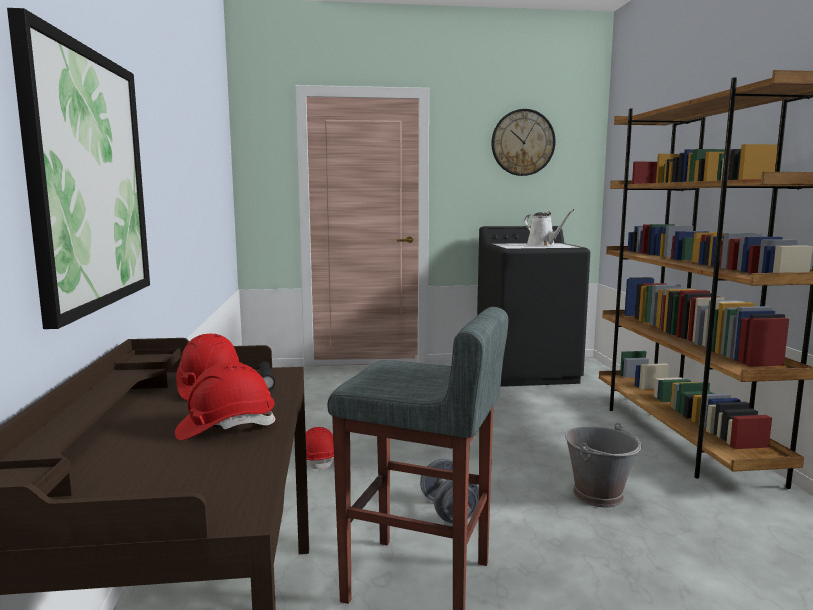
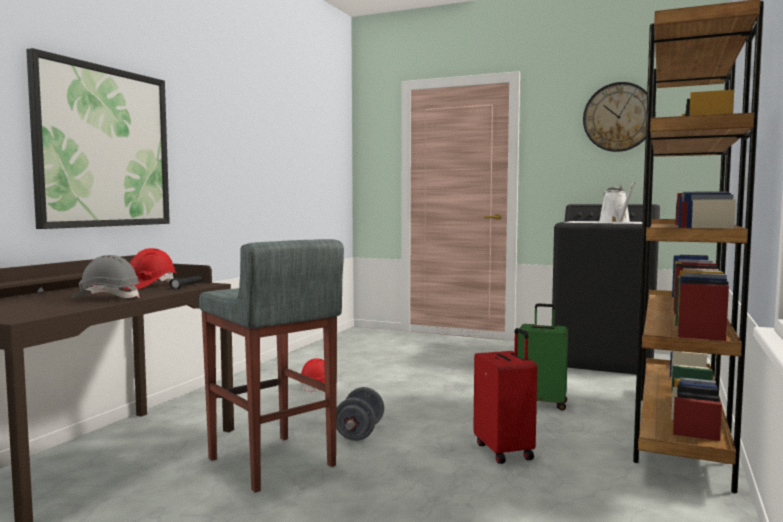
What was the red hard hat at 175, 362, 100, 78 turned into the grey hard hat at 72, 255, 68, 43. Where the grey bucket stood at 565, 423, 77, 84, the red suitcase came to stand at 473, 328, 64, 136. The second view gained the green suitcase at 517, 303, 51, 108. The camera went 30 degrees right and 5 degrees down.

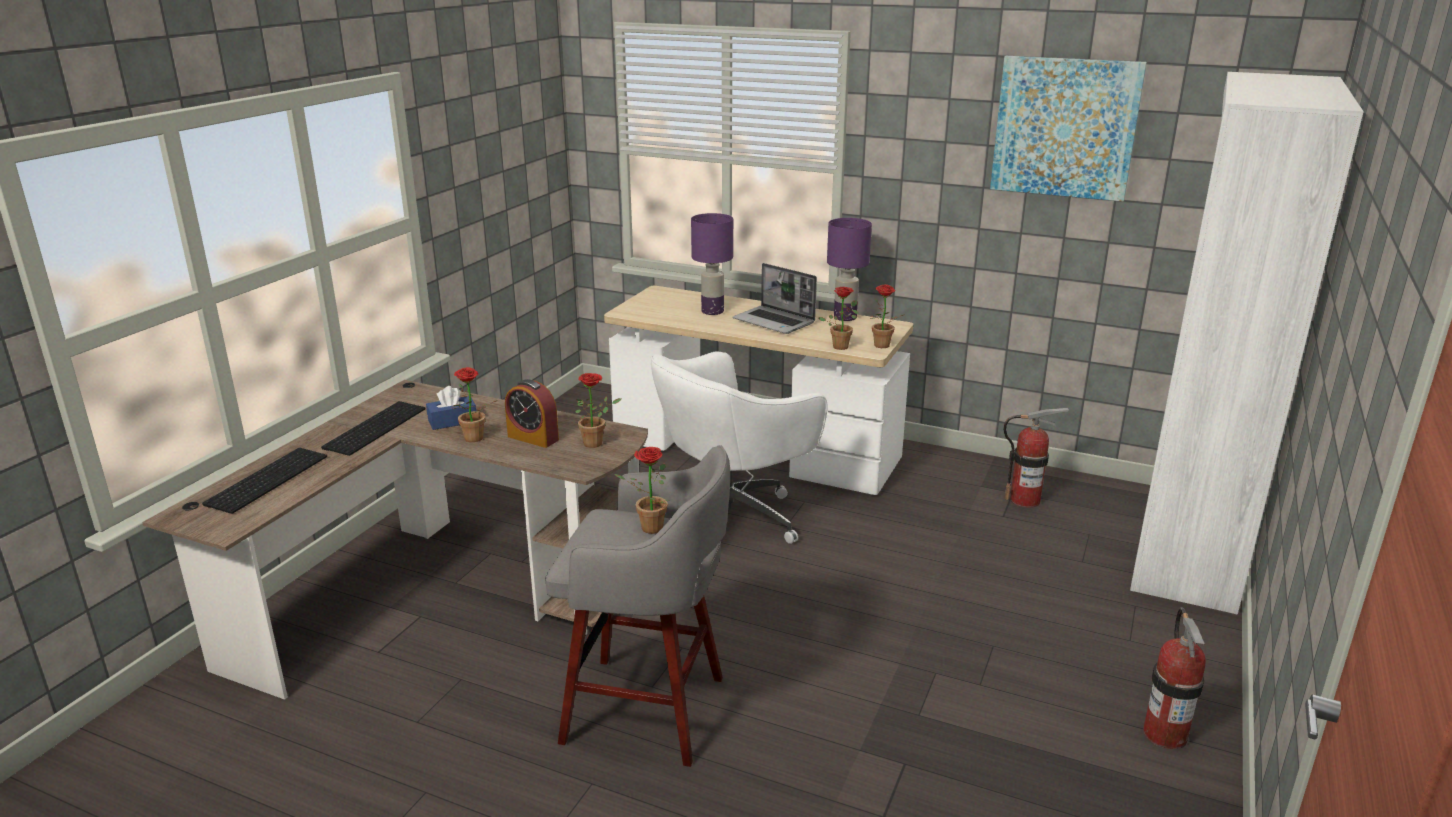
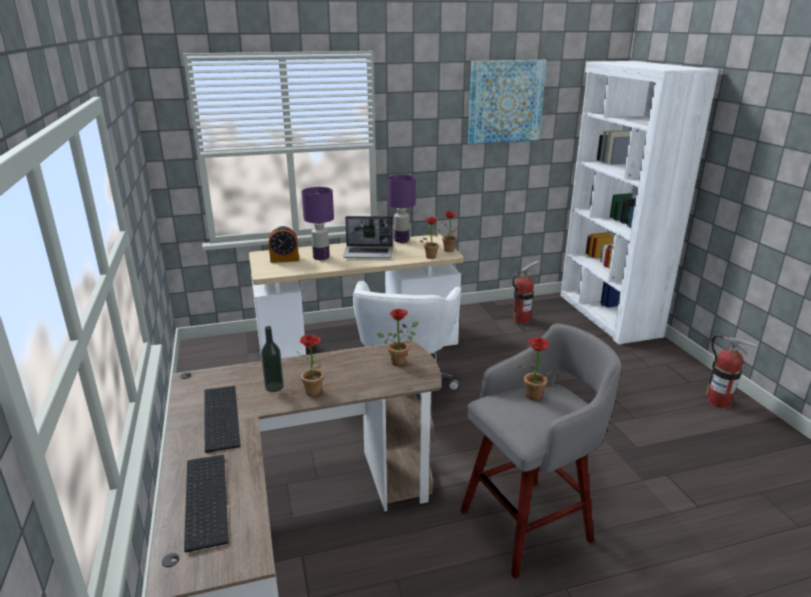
The alarm clock ended up elsewhere, having gone from 505, 379, 54, 69 to 269, 226, 30, 37. Where the blue tissue box stood at 426, 386, 50, 44, the bottle came to stand at 261, 326, 23, 66. The camera went 40 degrees left and 0 degrees up.

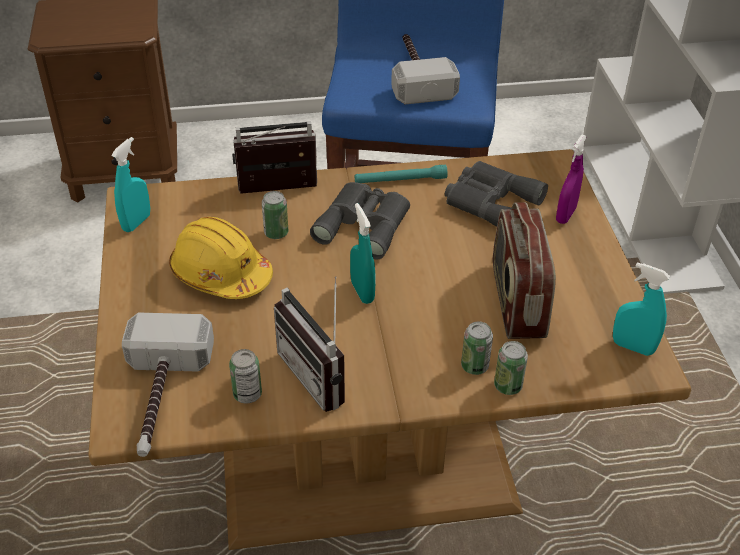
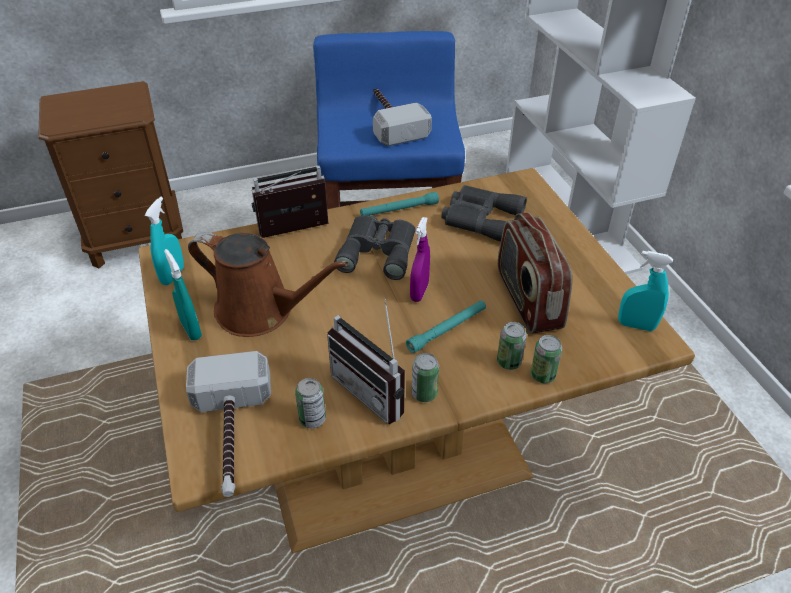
The purple spray bottle ended up elsewhere, having gone from 556, 135, 31, 89 to 410, 217, 20, 85. The can ended up elsewhere, having gone from 262, 191, 26, 48 to 412, 353, 27, 49. The turquoise spray bottle ended up elsewhere, having gone from 350, 203, 25, 101 to 164, 249, 38, 91. Where the yellow hard hat stood at 169, 217, 104, 82, the brown watering can came to stand at 188, 232, 160, 105. The second view gained the turquoise flashlight at 406, 300, 80, 53. The camera went 10 degrees left and 0 degrees up.

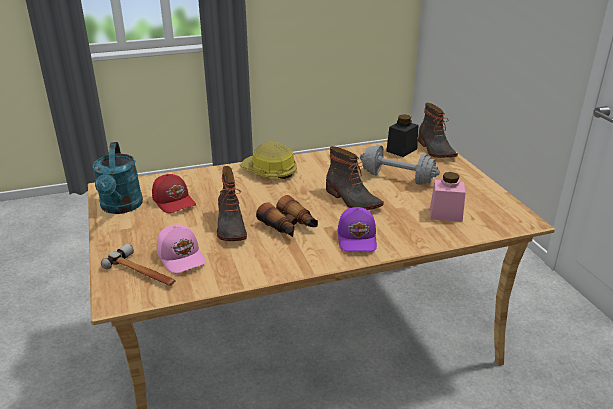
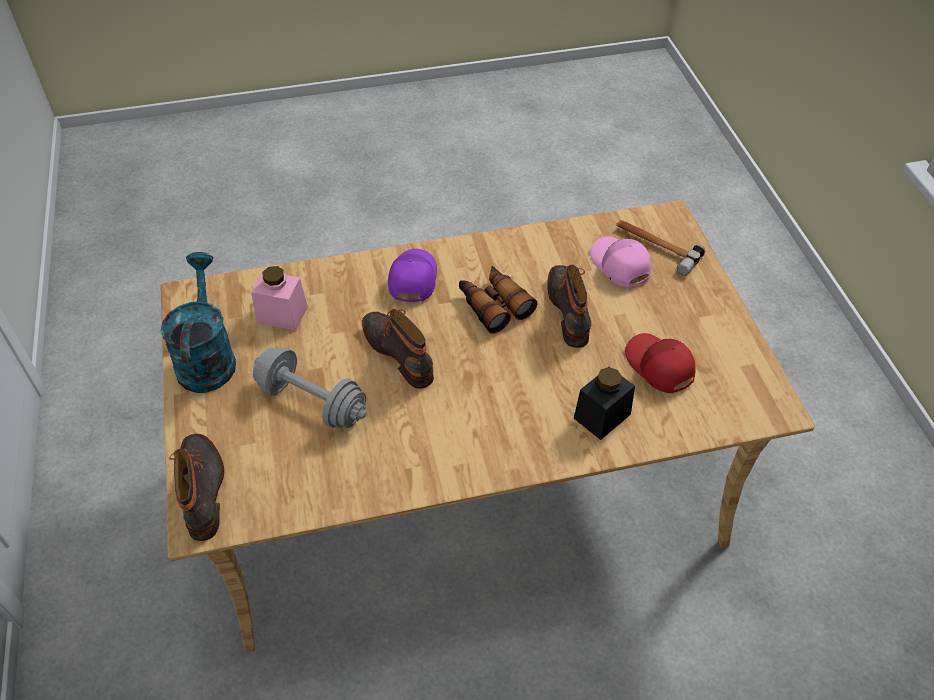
The black jar ended up elsewhere, having gone from 386, 114, 32, 43 to 574, 367, 61, 73. The turquoise watering can ended up elsewhere, having gone from 92, 142, 51, 72 to 161, 252, 75, 141. The second view lost the hard hat at 240, 142, 57, 37. The camera went 175 degrees left and 20 degrees up.

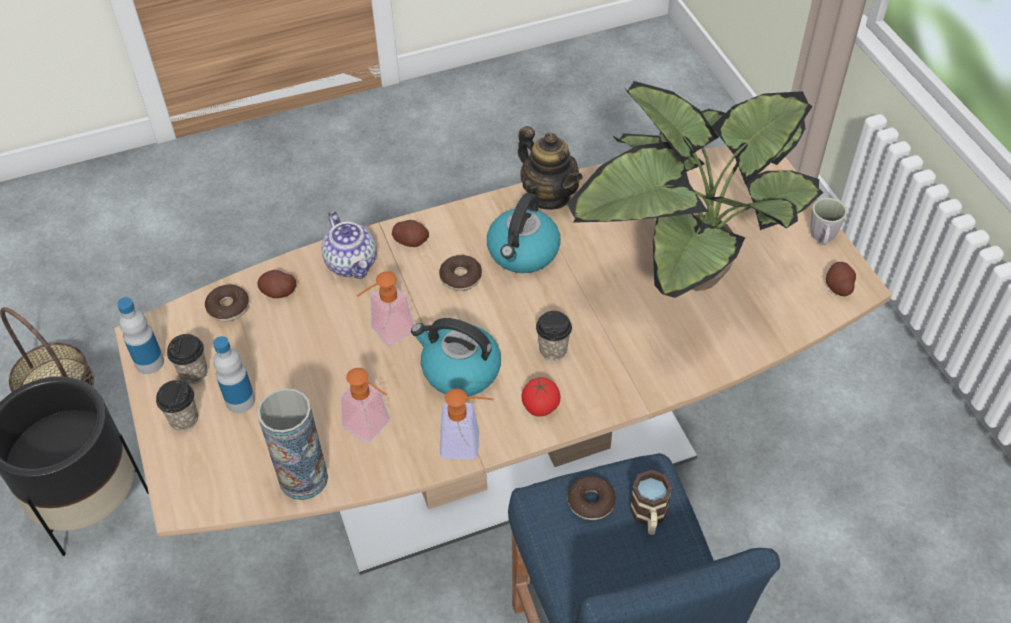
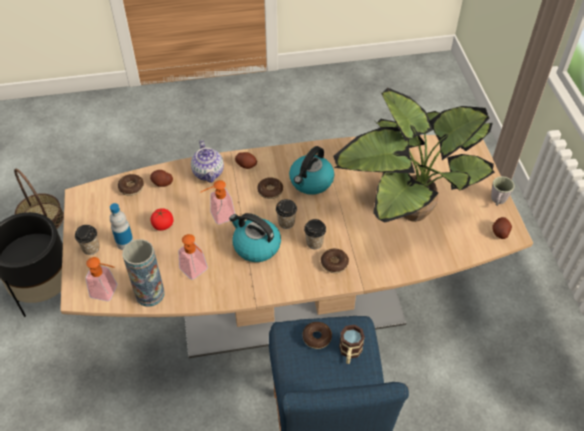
The second view lost the teapot at 518, 126, 65, 84. The second view lost the bottle at 117, 297, 47, 77. The cup ended up elsewhere, having gone from 167, 334, 41, 50 to 276, 199, 21, 30. The tomato ended up elsewhere, having gone from 521, 377, 39, 40 to 151, 208, 22, 23. The soap dispenser ended up elsewhere, having gone from 440, 388, 54, 71 to 86, 257, 31, 44. The second view gained the donut at 321, 249, 28, 24. The camera went 10 degrees right and 0 degrees up.

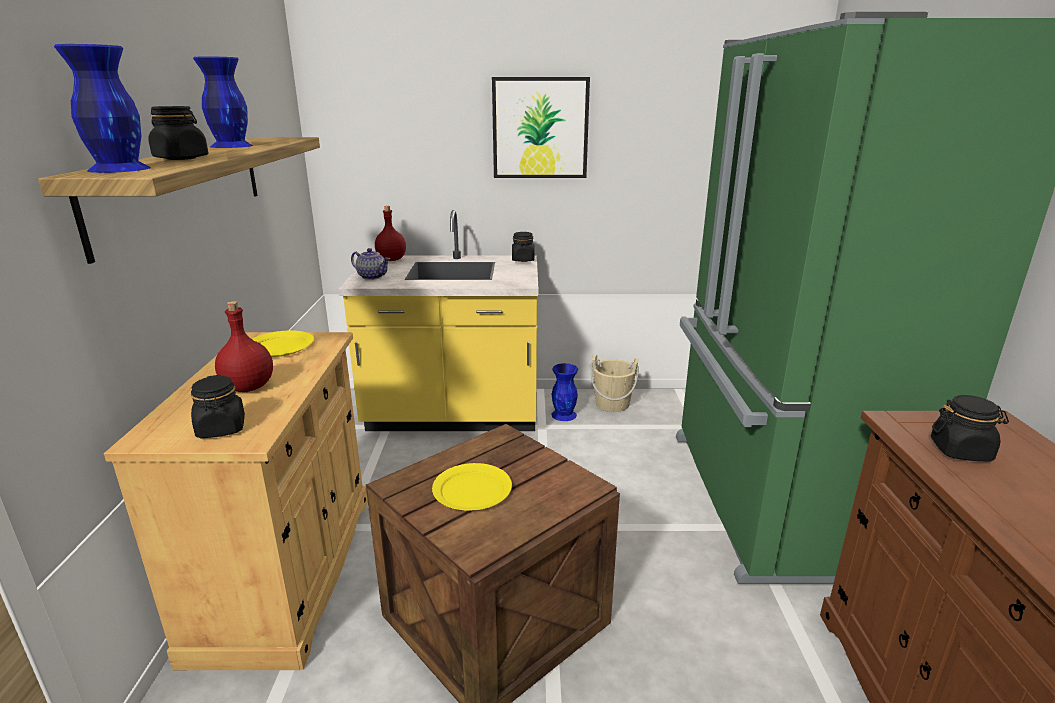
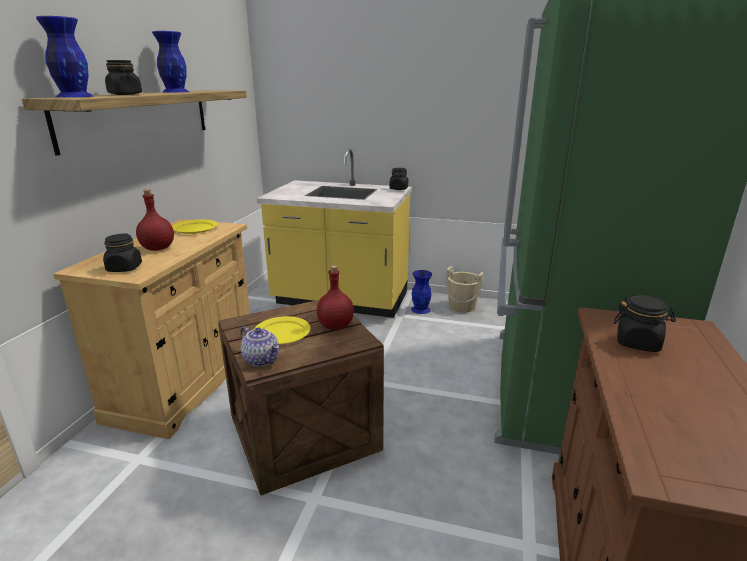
The second view lost the picture at 492, 77, 98, 101. The red bottle ended up elsewhere, having gone from 375, 206, 31, 55 to 317, 265, 37, 65. The teapot ended up elsewhere, having gone from 351, 248, 39, 32 to 241, 326, 38, 41. The camera went 15 degrees right and 0 degrees up.

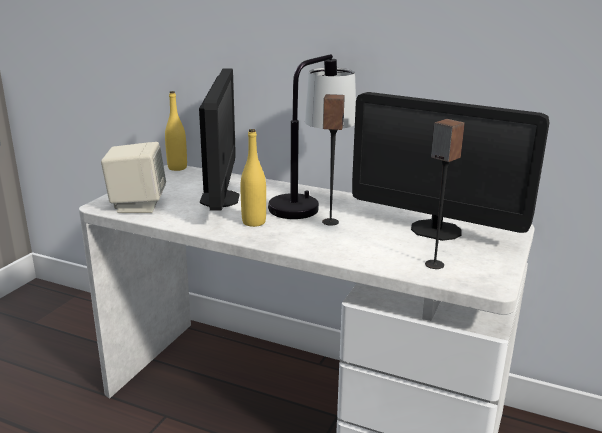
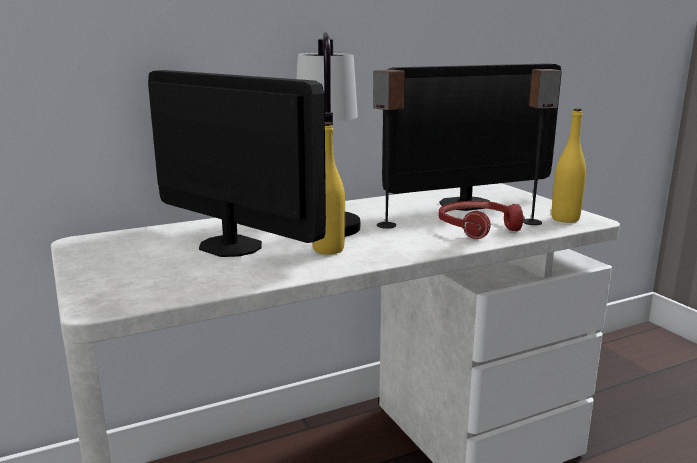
The yellow bottle ended up elsewhere, having gone from 165, 91, 22, 80 to 552, 108, 34, 115. The second view lost the beige speaker at 101, 142, 65, 71. The second view gained the red headphones at 438, 201, 87, 38. The camera went 50 degrees left and 5 degrees down.

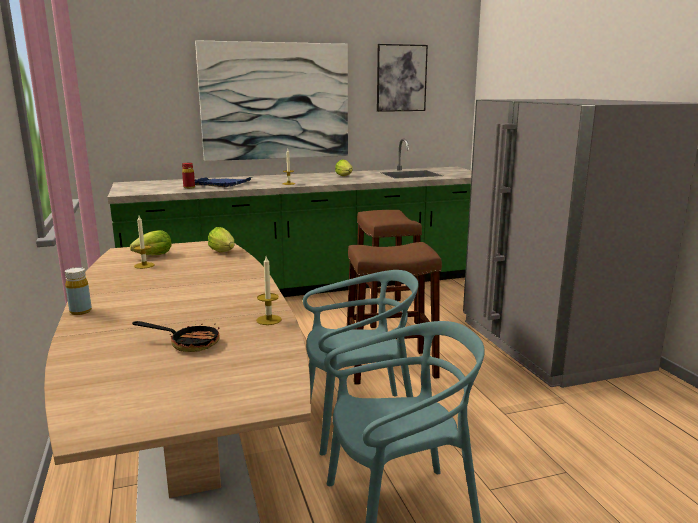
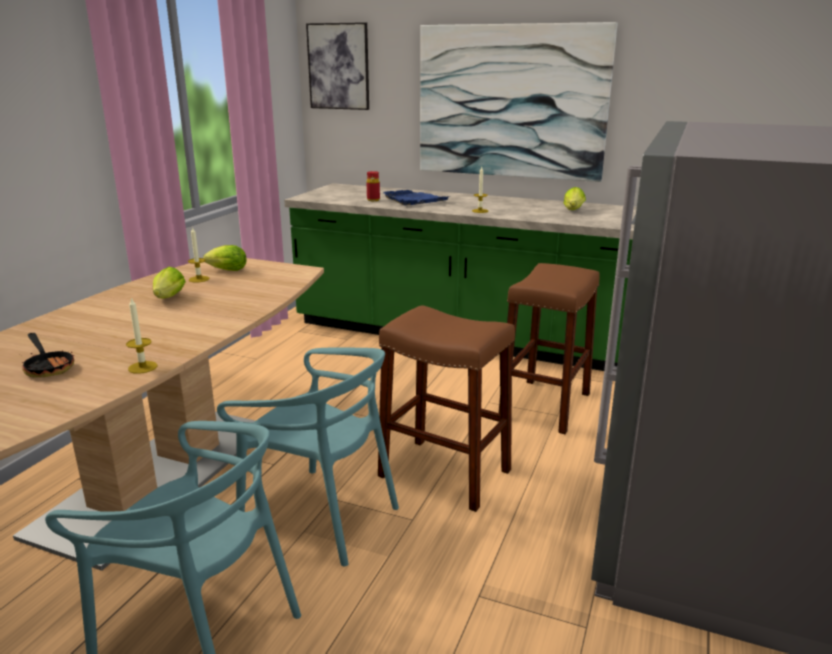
The picture ended up elsewhere, having gone from 377, 44, 51, 68 to 306, 22, 63, 88. The lettuce ended up elsewhere, having gone from 208, 227, 27, 25 to 153, 267, 33, 31. The second view lost the yellow bottle at 65, 267, 27, 48. The camera went 40 degrees right and 5 degrees up.

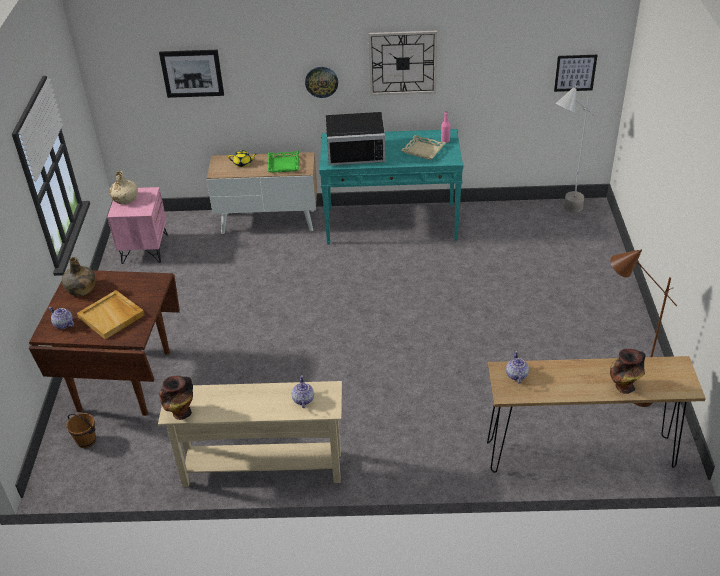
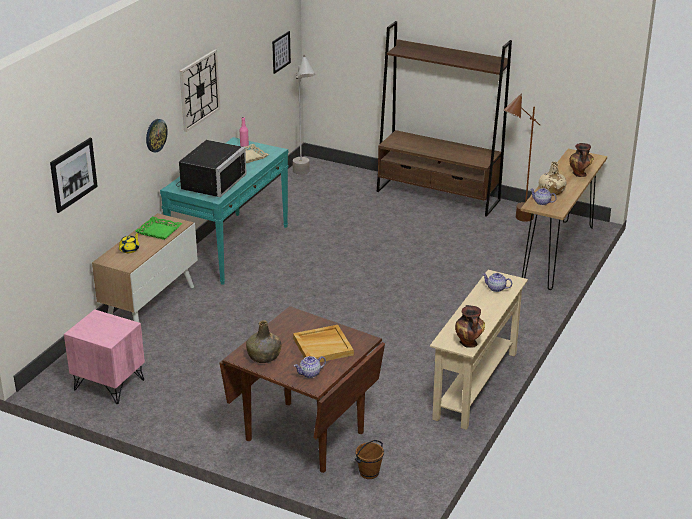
The beige bottle ended up elsewhere, having gone from 109, 171, 29, 33 to 539, 161, 28, 35. The second view gained the brown bookcase at 377, 21, 135, 196. The camera went 65 degrees left and 10 degrees down.

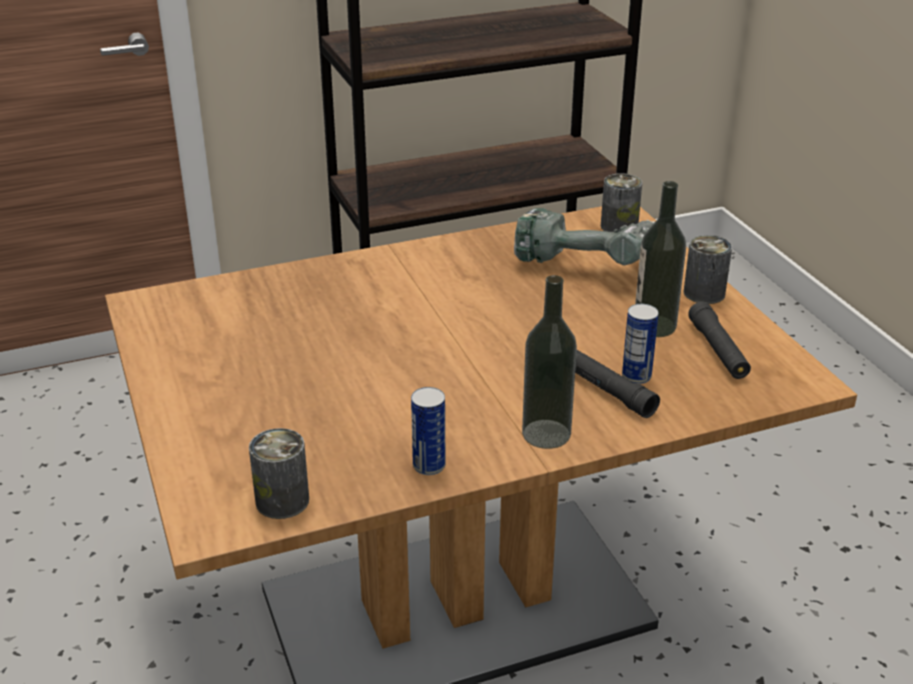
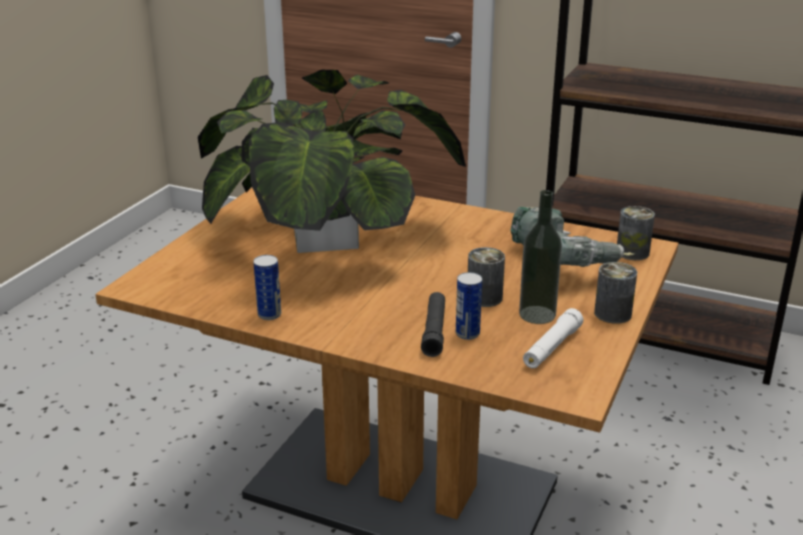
The second view lost the bottle at 522, 275, 55, 174. What was the black flashlight at 688, 302, 63, 77 turned into the white flashlight at 523, 308, 60, 60. The can ended up elsewhere, having gone from 249, 428, 60, 91 to 468, 247, 37, 60. The second view gained the potted plant at 198, 70, 268, 183. The camera went 45 degrees right and 5 degrees down.

